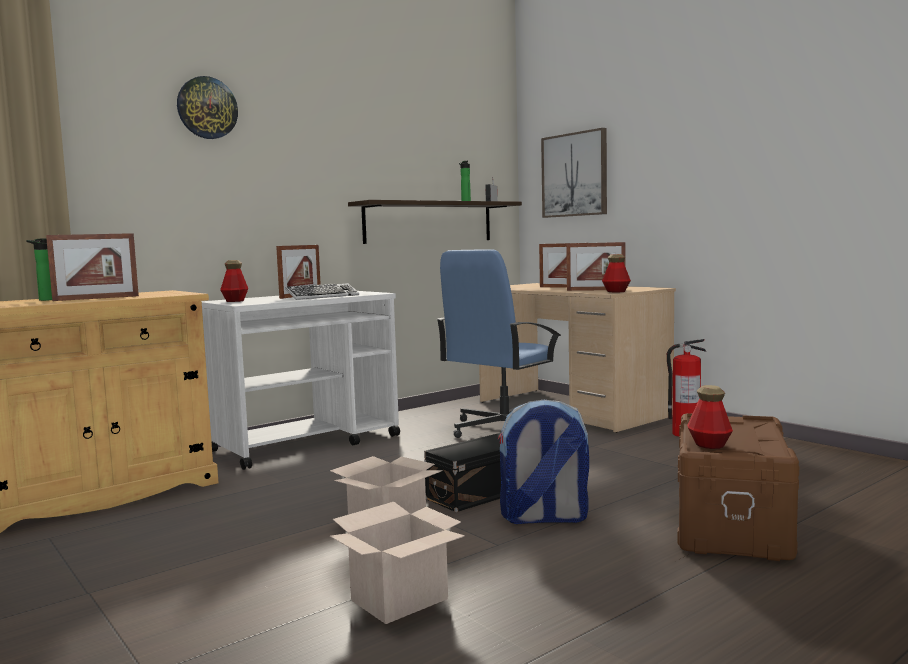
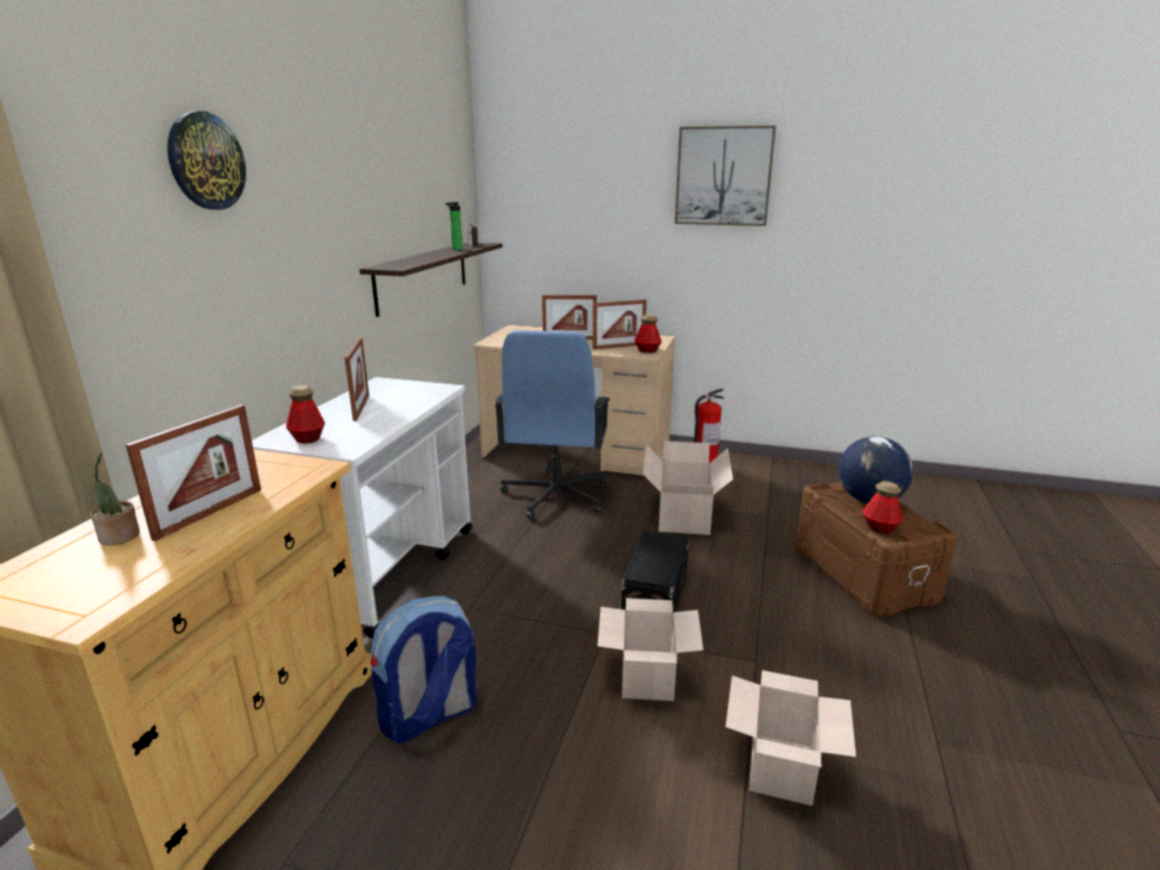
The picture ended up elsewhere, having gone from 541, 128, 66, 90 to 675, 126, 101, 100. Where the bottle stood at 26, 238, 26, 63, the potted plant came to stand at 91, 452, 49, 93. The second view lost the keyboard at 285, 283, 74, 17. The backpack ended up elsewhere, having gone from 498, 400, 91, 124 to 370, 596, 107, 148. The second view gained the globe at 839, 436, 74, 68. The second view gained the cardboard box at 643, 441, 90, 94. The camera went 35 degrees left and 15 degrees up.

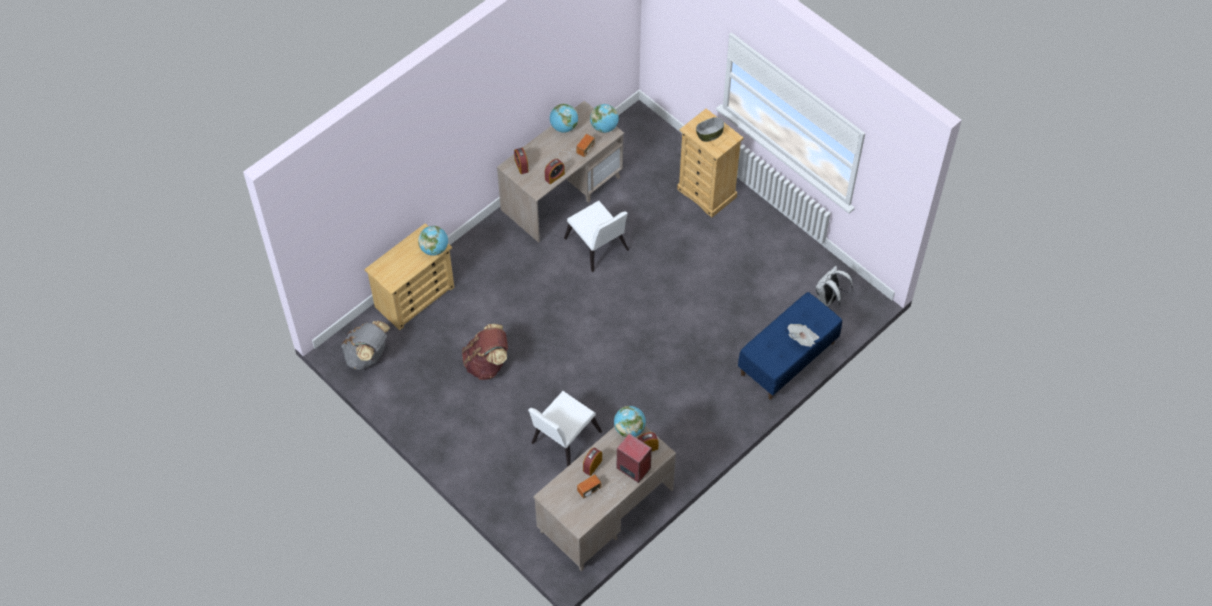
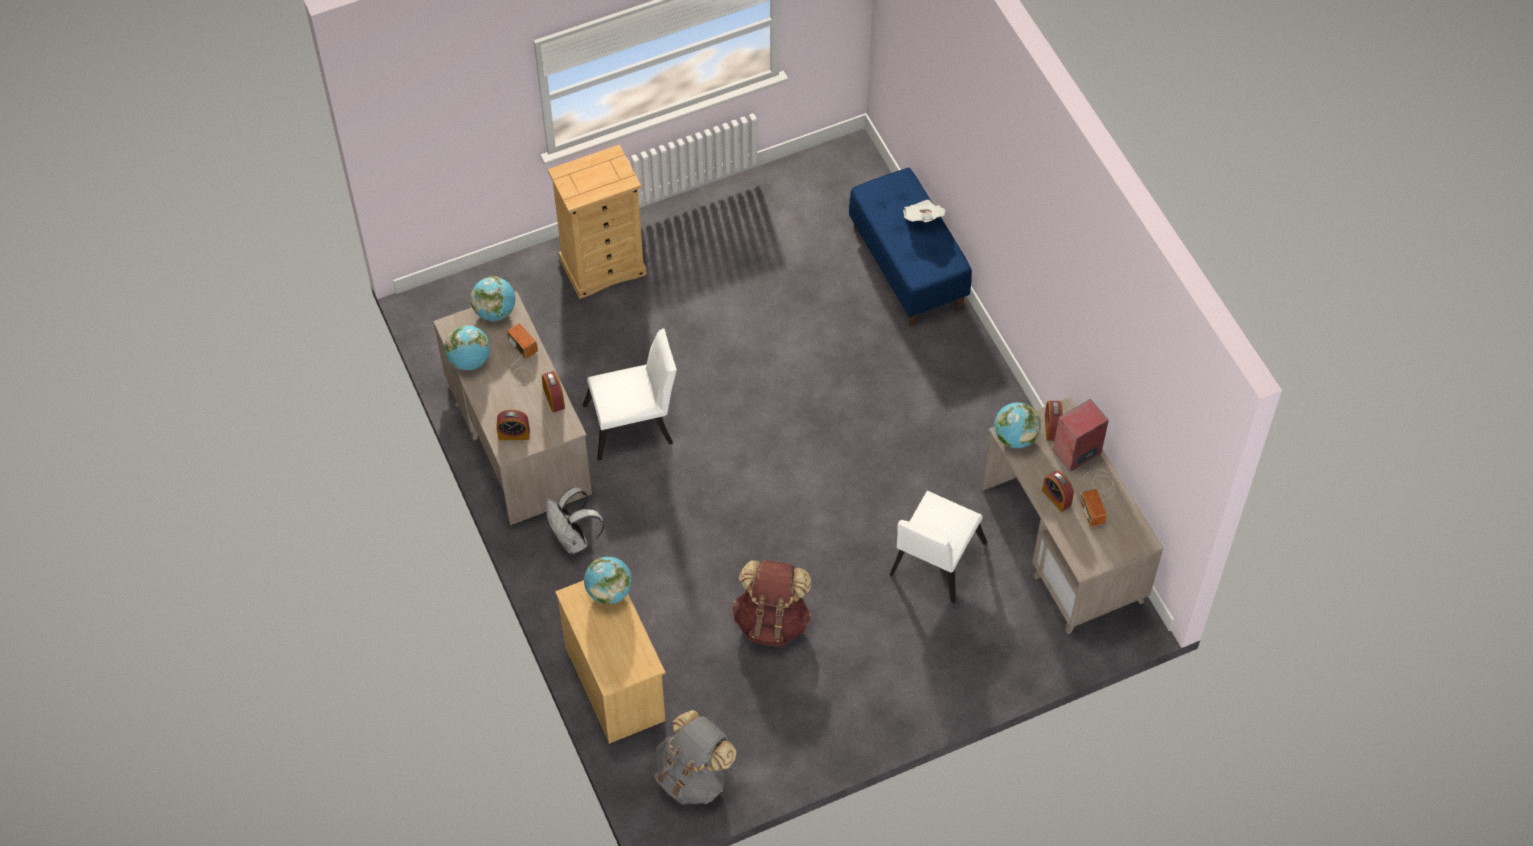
The second view lost the bowl at 696, 117, 28, 25. The white backpack ended up elsewhere, having gone from 815, 266, 38, 41 to 546, 487, 58, 67. The white chair at 528, 391, 74, 76 ended up facing another way, 60 degrees clockwise from before. The camera went 70 degrees left and 0 degrees up.

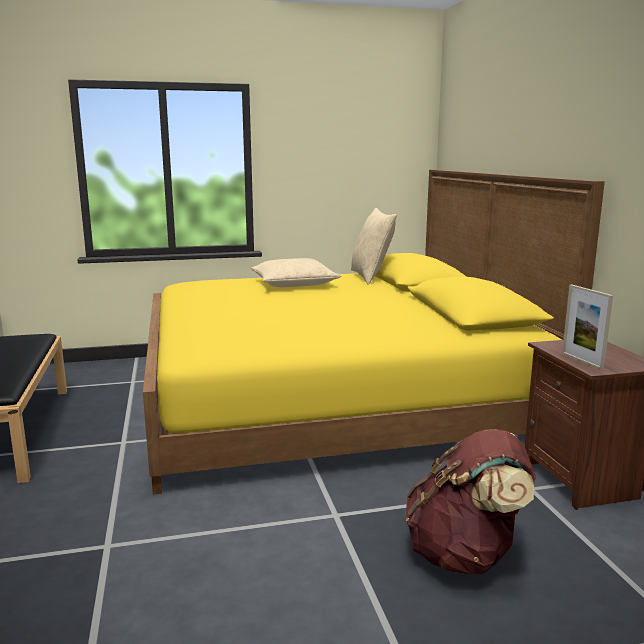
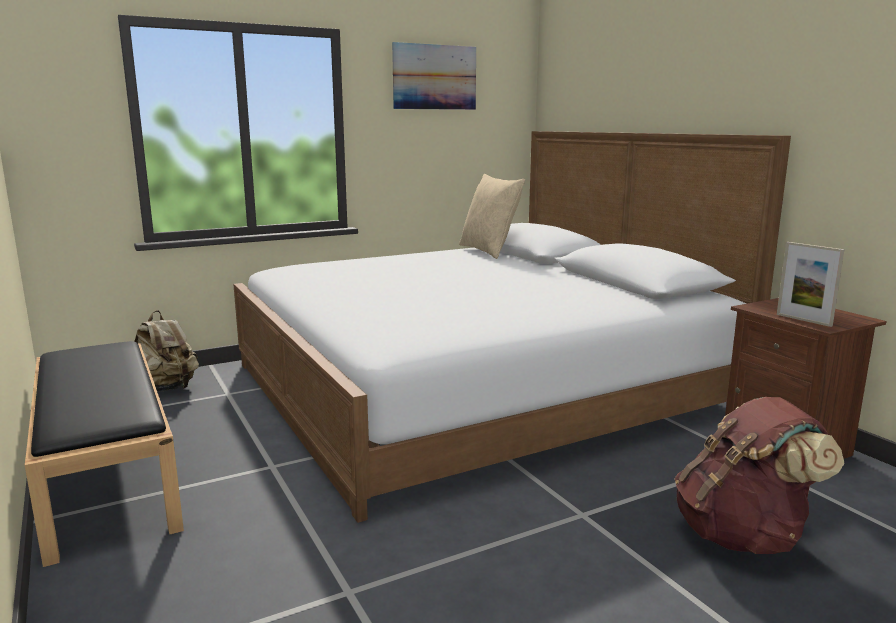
What was the yellow bed at 143, 170, 462, 325 turned into the white bed at 233, 131, 558, 392. The second view lost the beige pillow at 251, 258, 90, 29. The second view gained the picture at 392, 42, 84, 68. The second view gained the beige backpack at 134, 310, 65, 81. The camera went 15 degrees left and 0 degrees up.

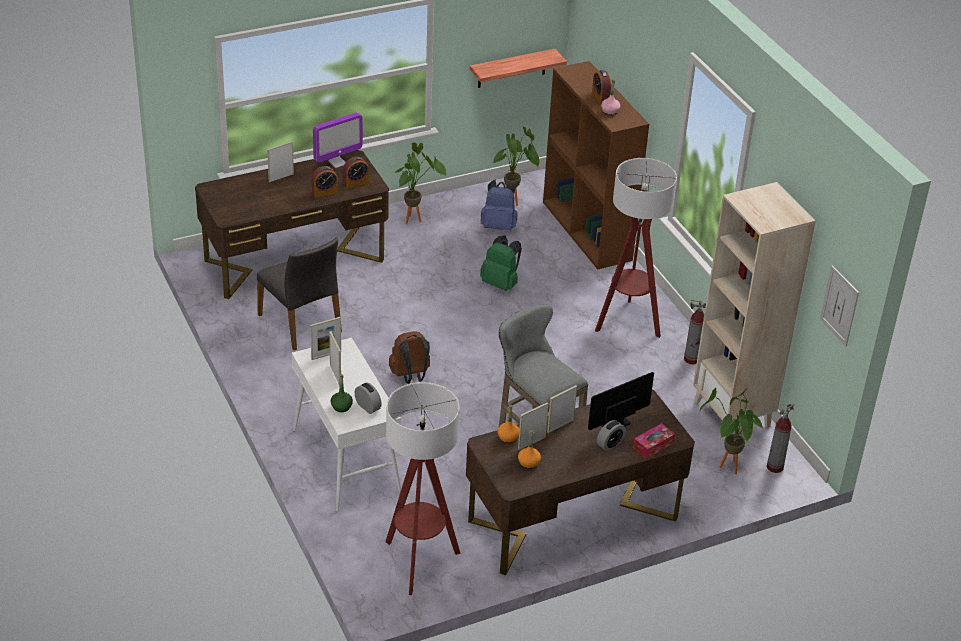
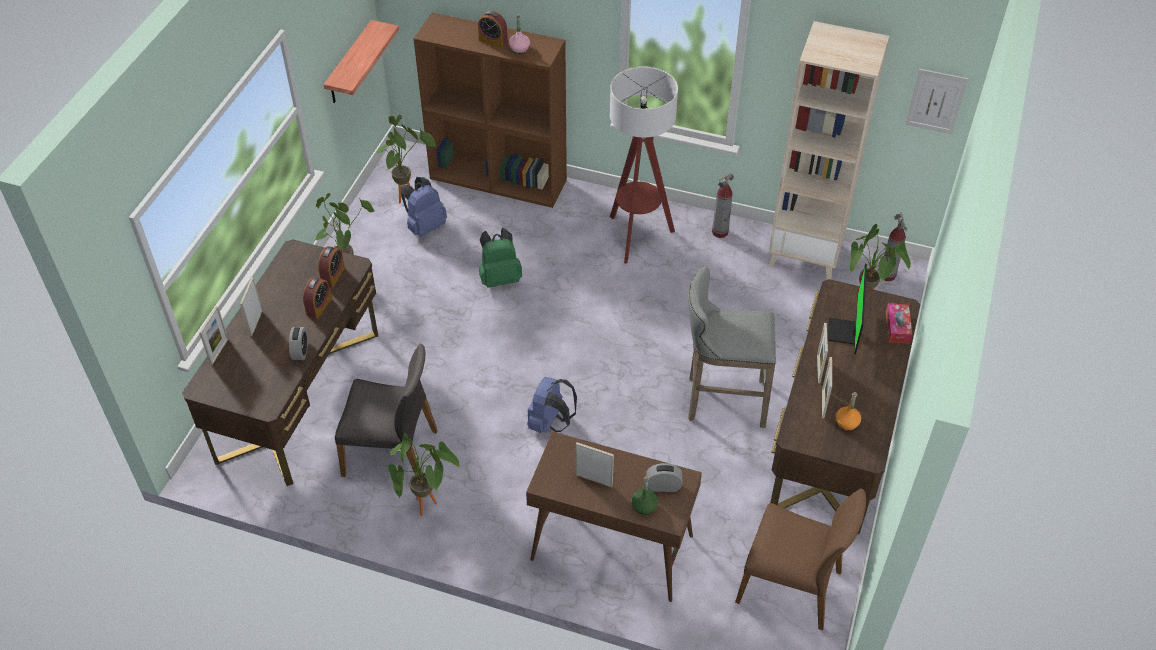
The second view lost the monitor at 313, 112, 50, 56. The picture frame ended up elsewhere, having gone from 310, 317, 31, 43 to 199, 306, 29, 59. What was the brown backpack at 389, 331, 41, 53 turned into the blue backpack at 527, 377, 50, 56. What was the white console table at 292, 338, 109, 173 turned into the brown console table at 526, 432, 176, 170. Where the floor lamp stood at 386, 382, 74, 213, the brown chair came to stand at 735, 488, 131, 142. The second view lost the orange bottle at 497, 404, 22, 39. The alarm clock ended up elsewhere, having gone from 597, 420, 29, 31 to 289, 327, 19, 33. The second view gained the potted plant at 388, 433, 72, 83. The camera went 45 degrees left and 10 degrees up.

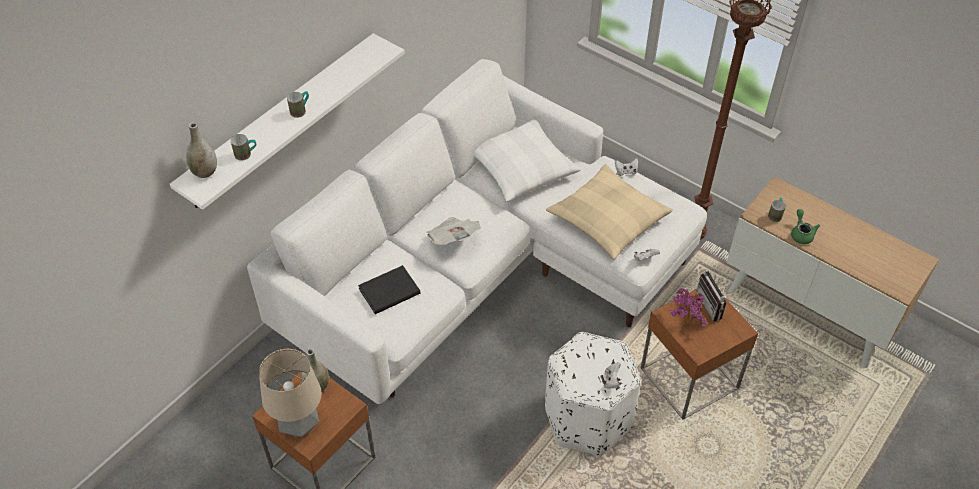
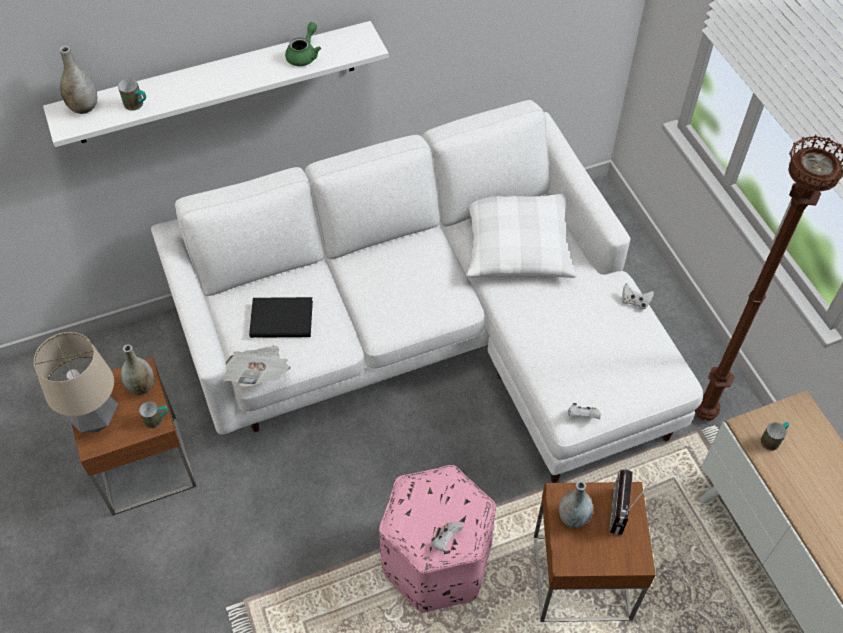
The mug ended up elsewhere, having gone from 287, 91, 22, 27 to 139, 401, 29, 28. The second view lost the beige pillow at 546, 164, 127, 95. The green teapot ended up elsewhere, having gone from 791, 209, 30, 35 to 285, 22, 36, 44. The newspaper ended up elsewhere, having gone from 426, 217, 55, 28 to 221, 345, 70, 42. Where the potted plant stood at 669, 288, 38, 38, the grey vase came to stand at 559, 481, 34, 47. What was the white ottoman at 545, 332, 96, 124 turned into the pink ottoman at 379, 465, 117, 148. The camera went 30 degrees right and 5 degrees up.

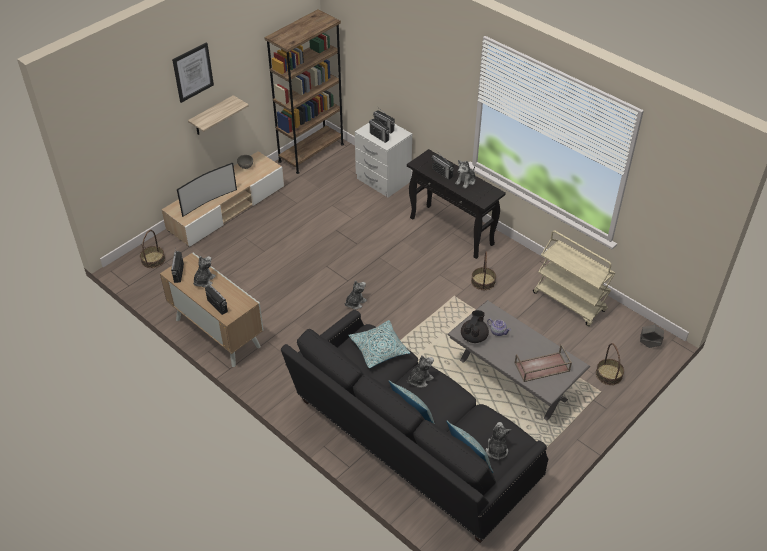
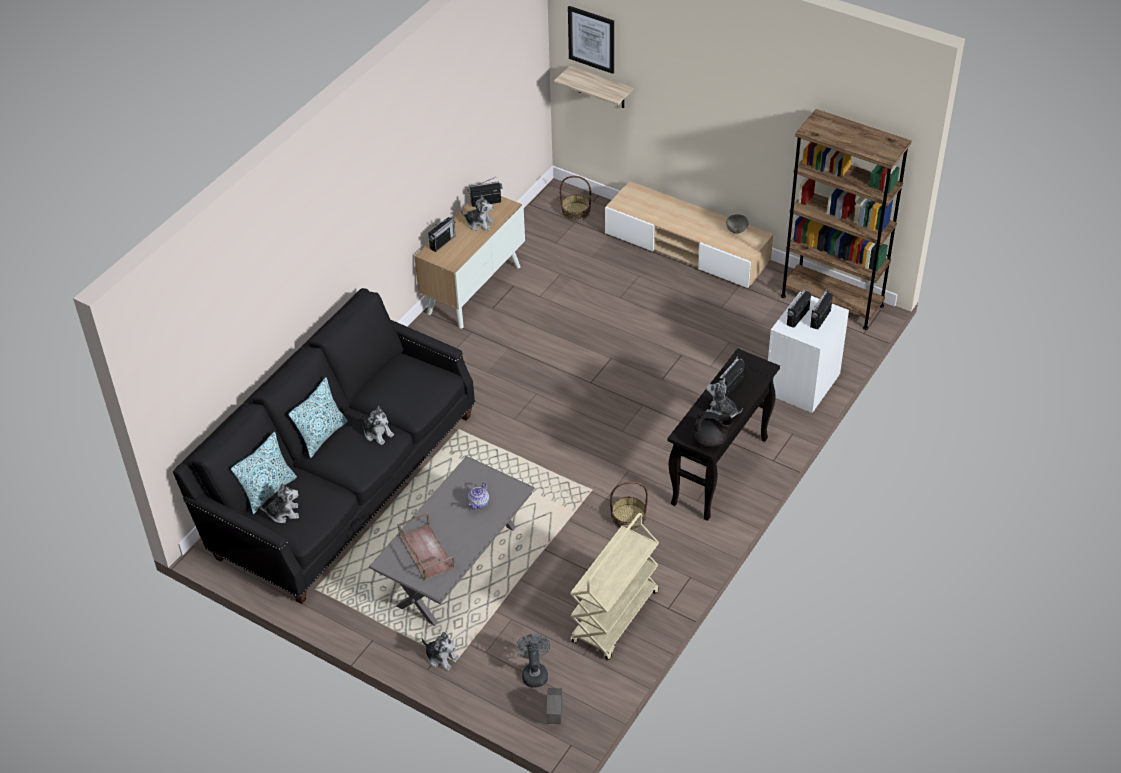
The picture ended up elsewhere, having gone from 172, 42, 42, 61 to 568, 6, 46, 68. The shelf ended up elsewhere, having gone from 188, 95, 61, 40 to 554, 66, 80, 42. The second view lost the television at 177, 163, 60, 54. The plush toy ended up elsewhere, having gone from 345, 280, 22, 29 to 422, 632, 37, 39. The black teapot ended up elsewhere, having gone from 461, 310, 28, 33 to 692, 411, 41, 36. The second view lost the pillow at 348, 320, 62, 48. The second view lost the basket at 596, 343, 28, 42. The second view gained the grey fan at 515, 634, 35, 53. The camera went 80 degrees right and 0 degrees up.

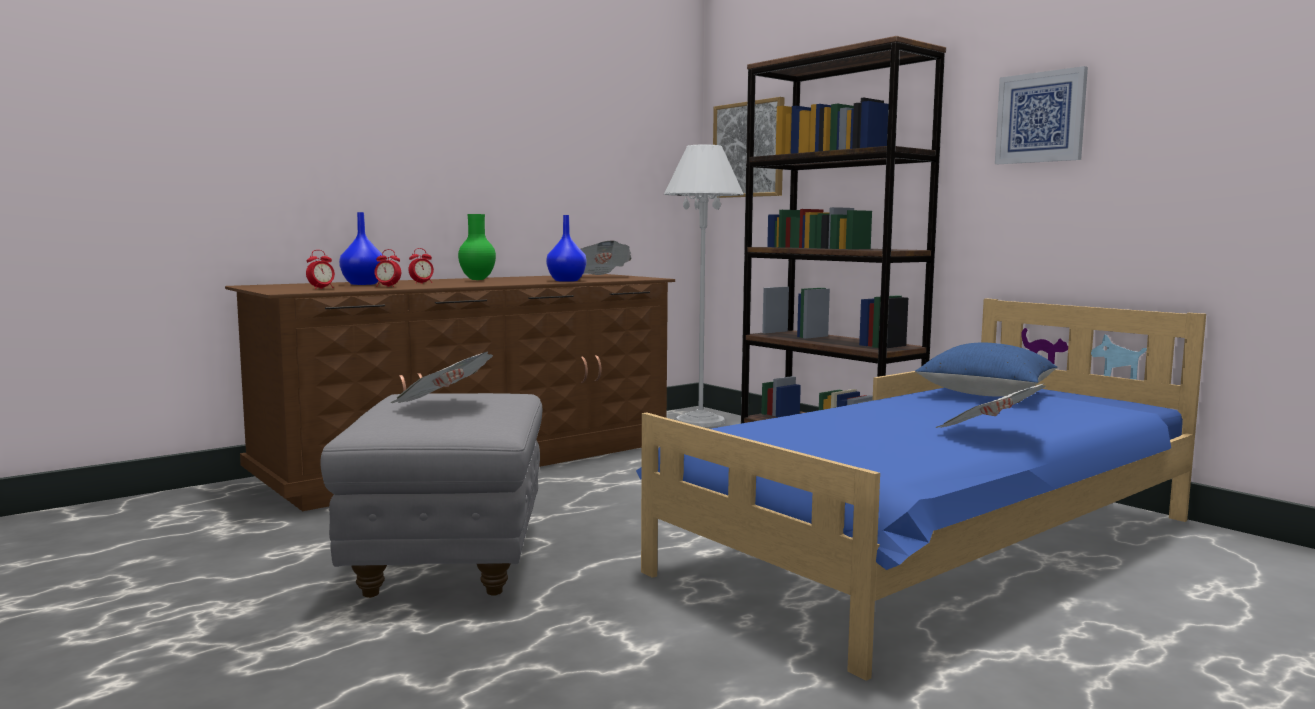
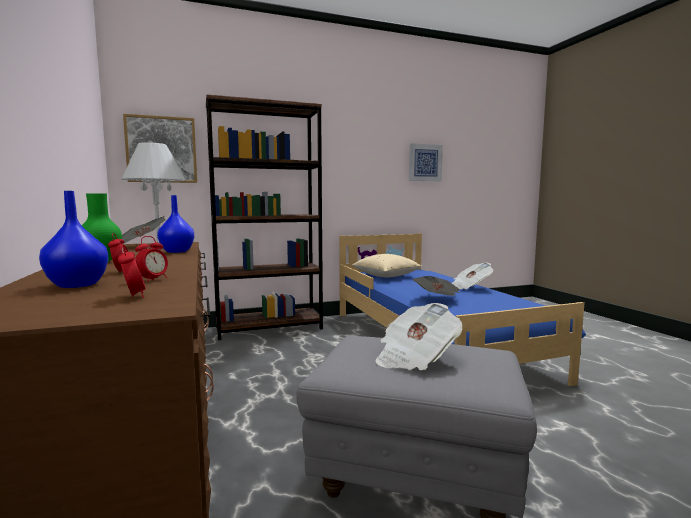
The picture ended up elsewhere, having gone from 995, 66, 93, 98 to 409, 143, 34, 38. What was the blue pillow at 915, 343, 143, 54 turned into the beige pillow at 352, 254, 70, 24. The second view gained the newspaper at 413, 276, 47, 20. The camera went 70 degrees left and 0 degrees up.

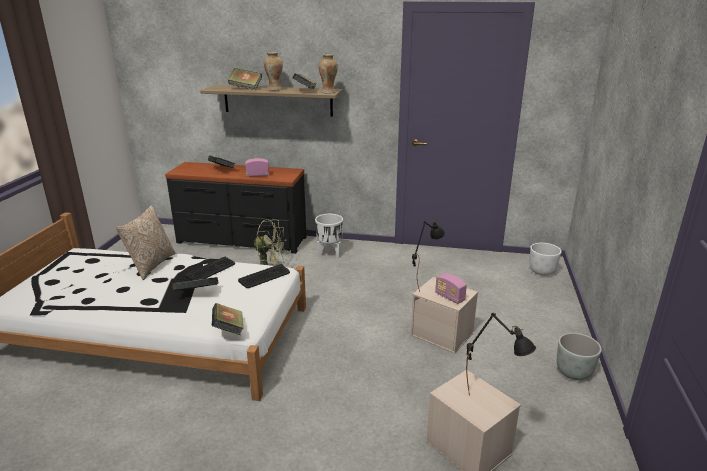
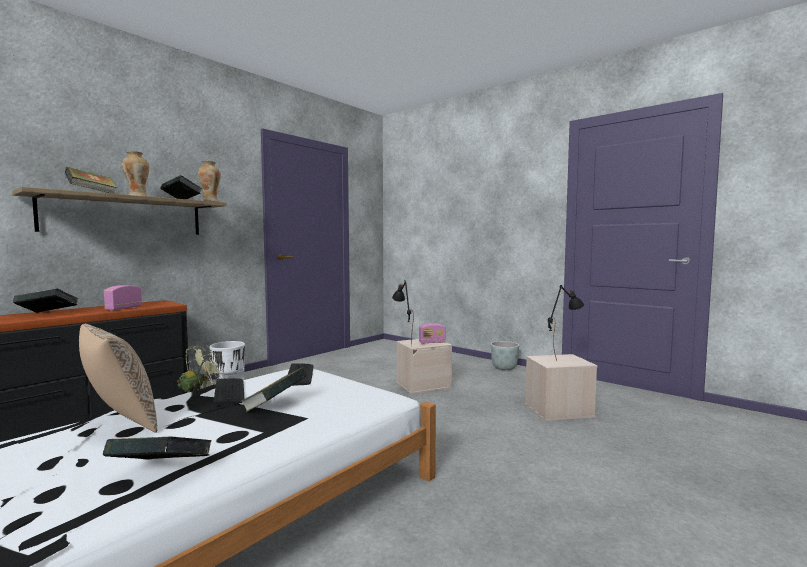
The second view lost the white planter at 529, 243, 33, 33. The book ended up elsewhere, having gone from 212, 303, 32, 32 to 103, 436, 109, 23. The camera went 60 degrees left and 20 degrees down.

